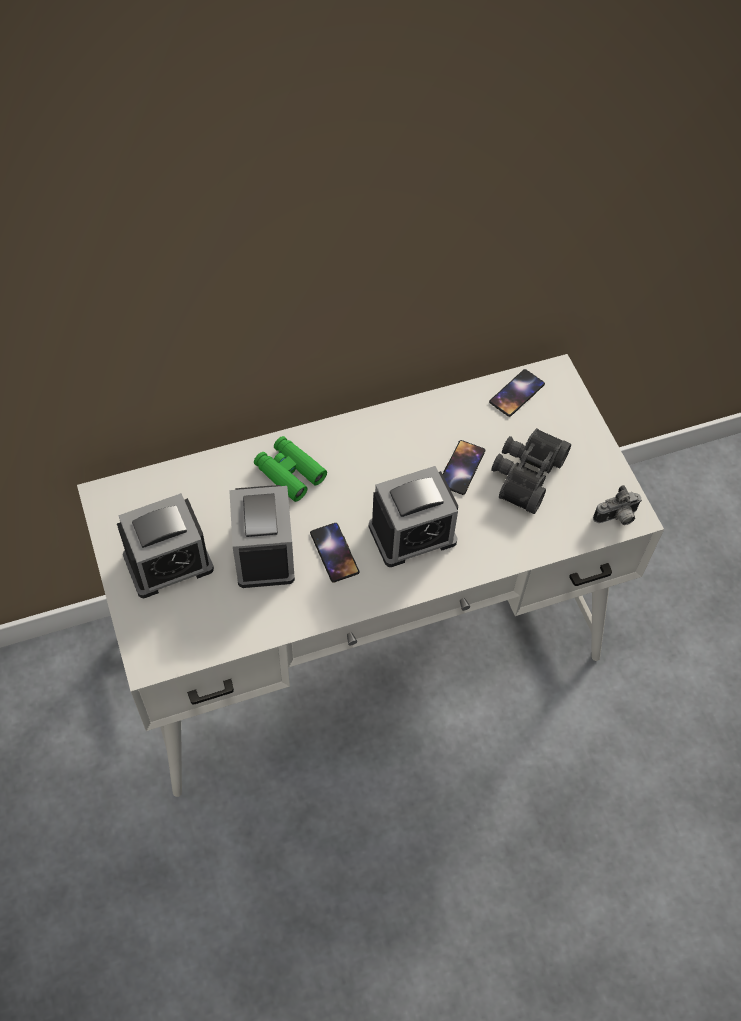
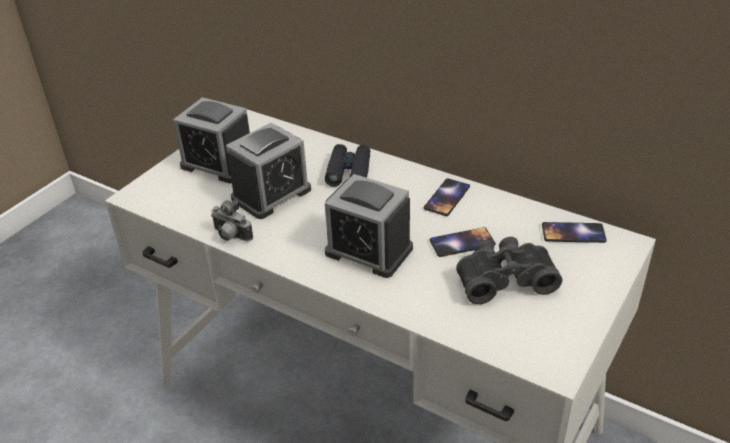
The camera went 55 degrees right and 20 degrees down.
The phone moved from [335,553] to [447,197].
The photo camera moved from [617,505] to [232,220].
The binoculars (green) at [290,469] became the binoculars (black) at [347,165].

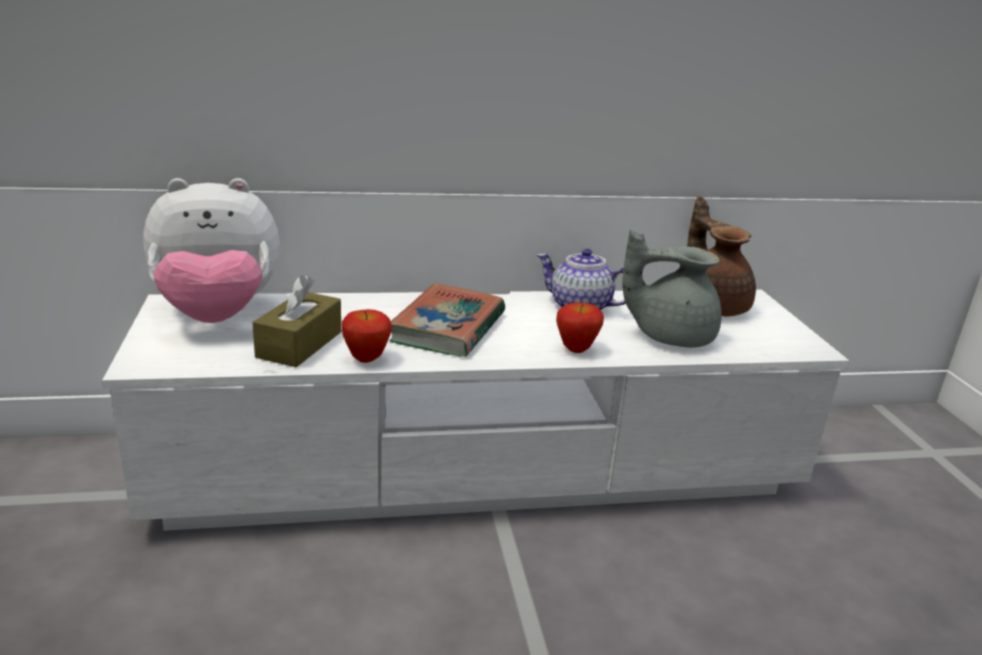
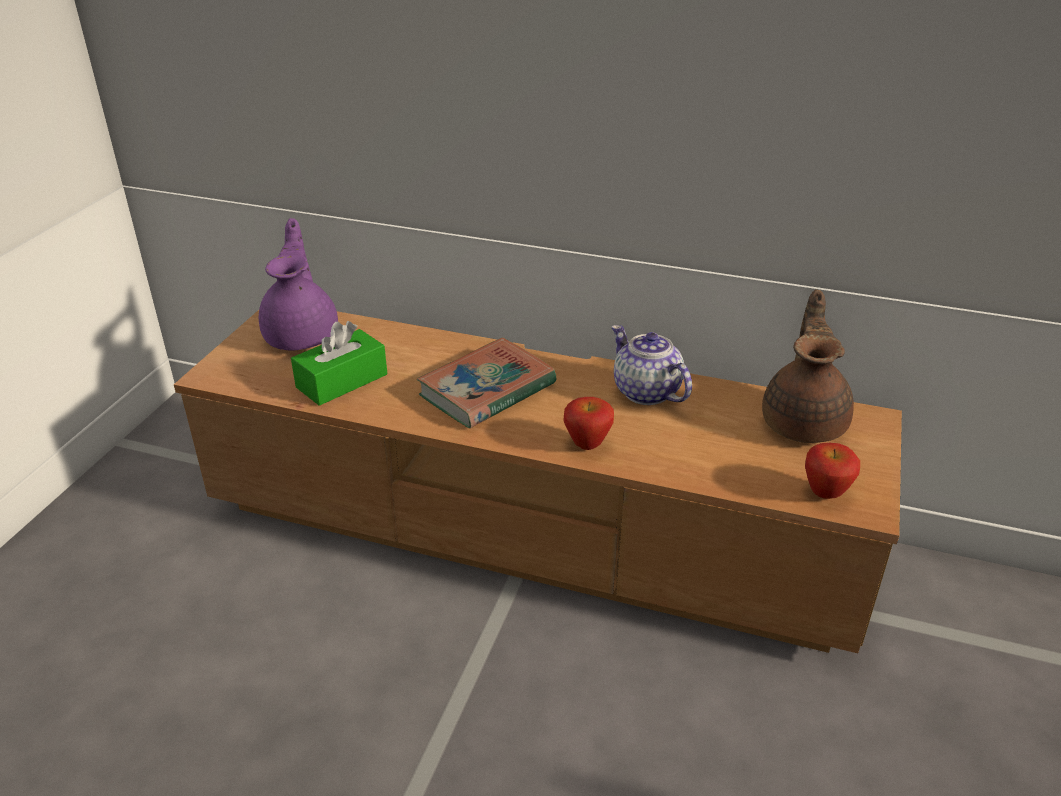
The camera went 30 degrees right and 10 degrees up.
The teapot (grey) at [672,288] disappeared.
The apple moved from [367,336] to [832,471].
The plush toy at [211,250] was replaced by the teapot (purple) at [298,284].
The tv stand (white) at [475,410] became the tv stand (brown) at [538,481].
The tissue box (brown) at [296,321] became the tissue box (green) at [339,363].

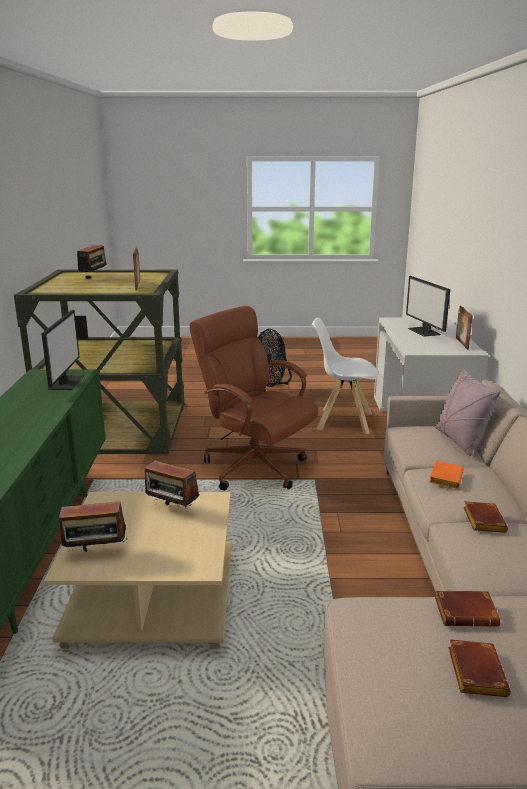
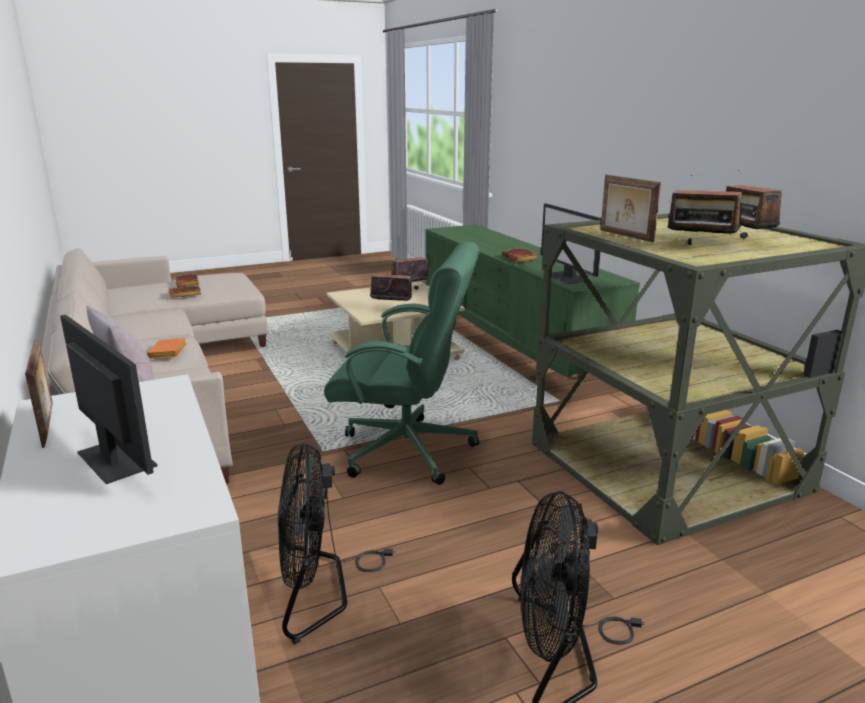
The camera went 155 degrees right and 0 degrees up.
The radio at [704,210] appeared.
The book (brown) moved from [485,517] to [520,255].
The chair (white) at [345,376] was replaced by the fan (black) at [337,544].
The office chair (brown) at [254,398] became the office chair (green) at [402,363].

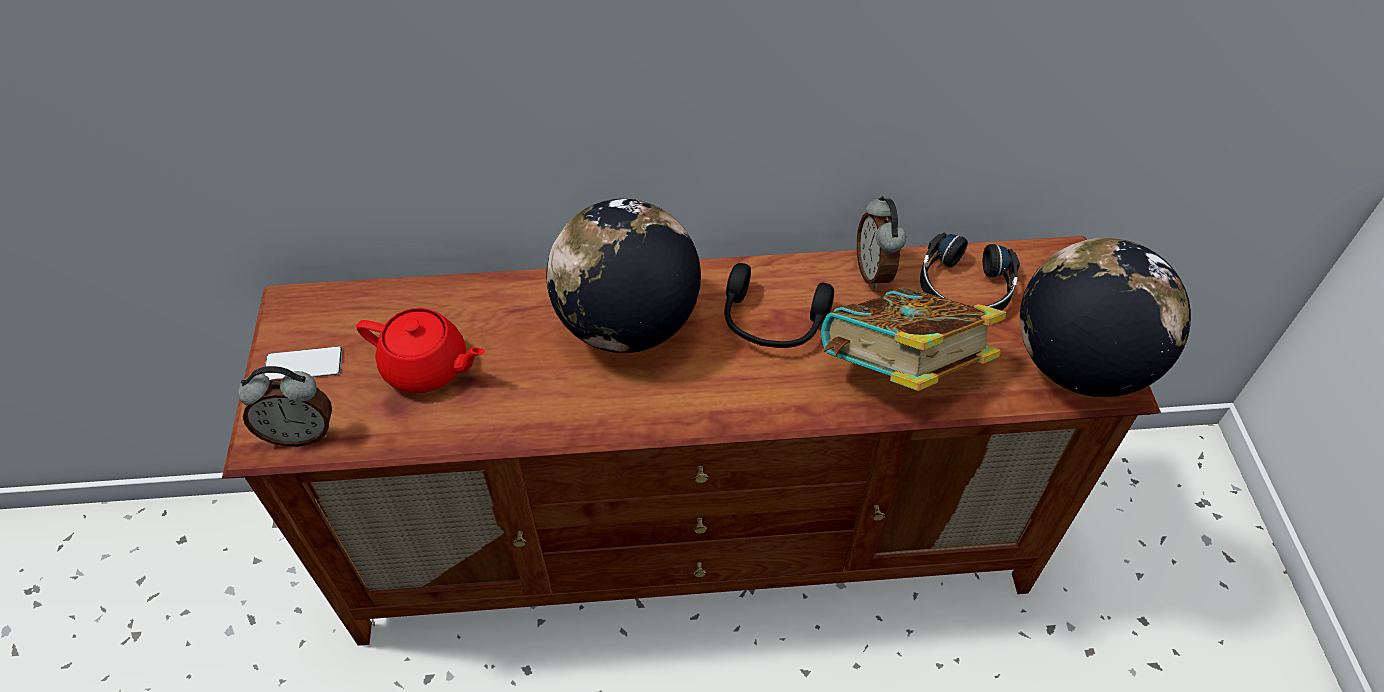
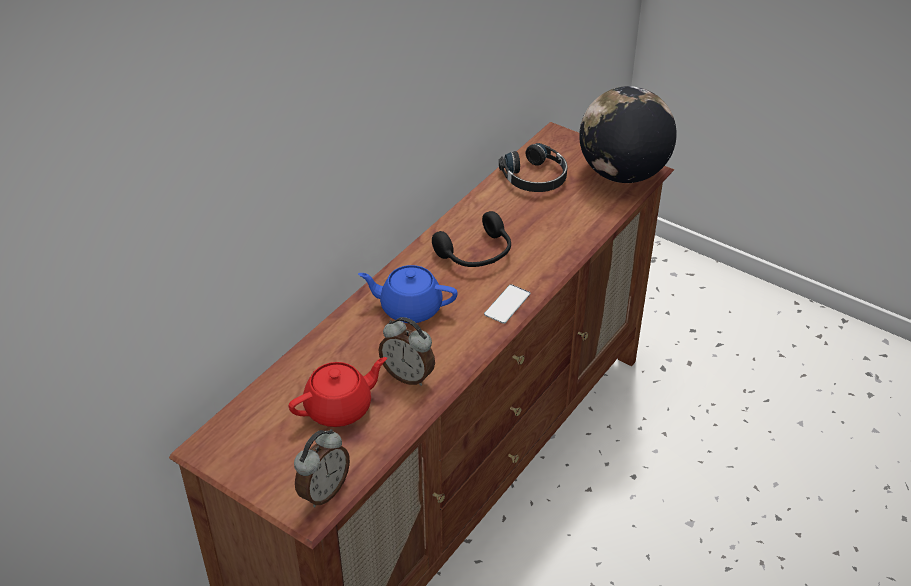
The camera went 50 degrees left and 10 degrees down.
The book at [913,339] disappeared.
The phone moved from [303,363] to [507,304].
The alarm clock moved from [881,242] to [407,351].
The globe at [623,276] was replaced by the teapot (blue) at [408,294].

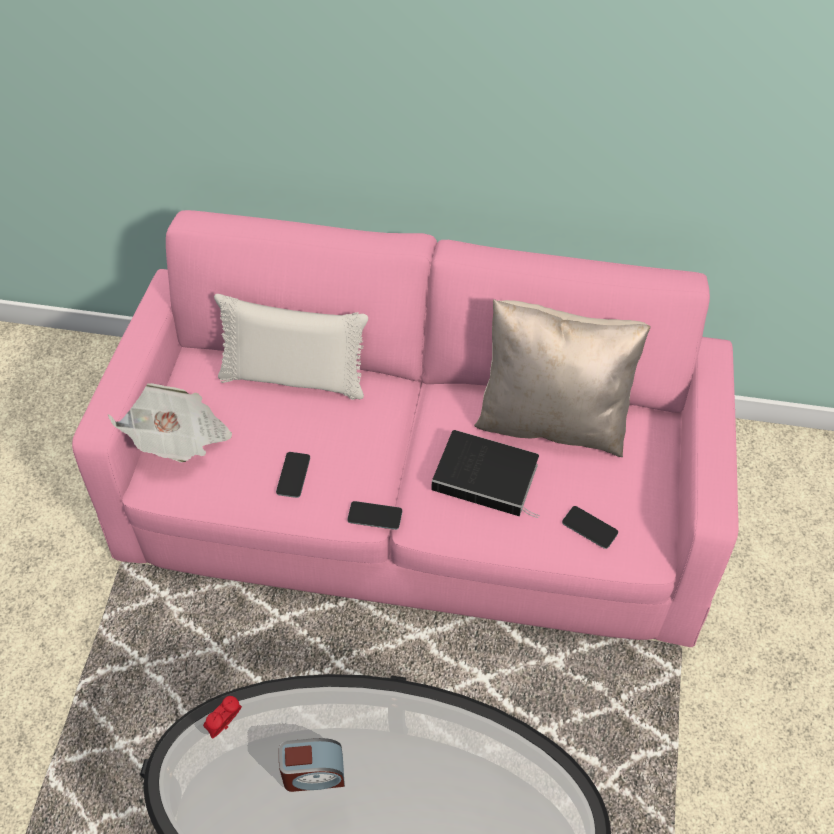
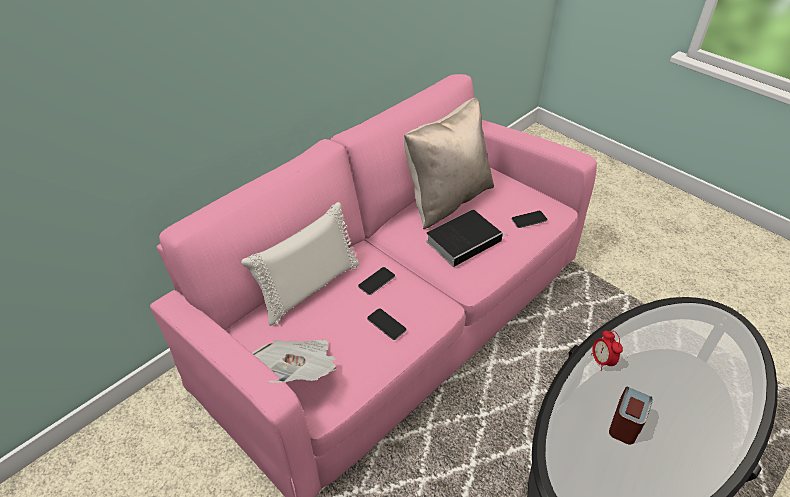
The camera went 55 degrees left and 10 degrees down.
The alarm clock moved from [222,717] to [607,351].
The phone moved from [374,515] to [376,281].

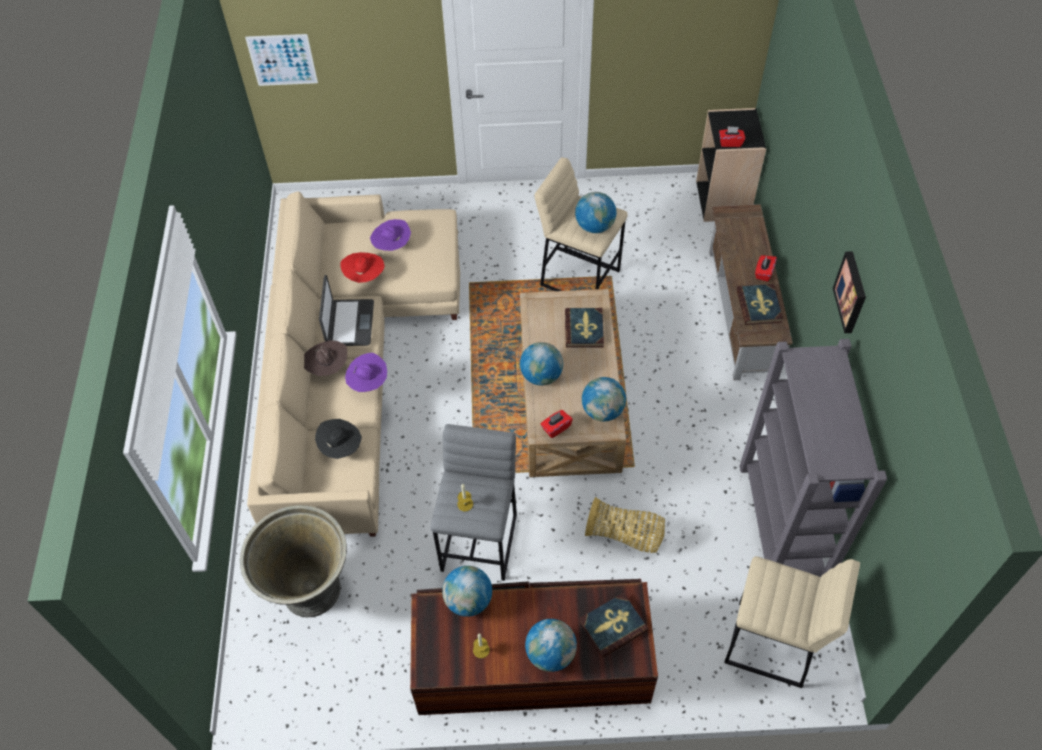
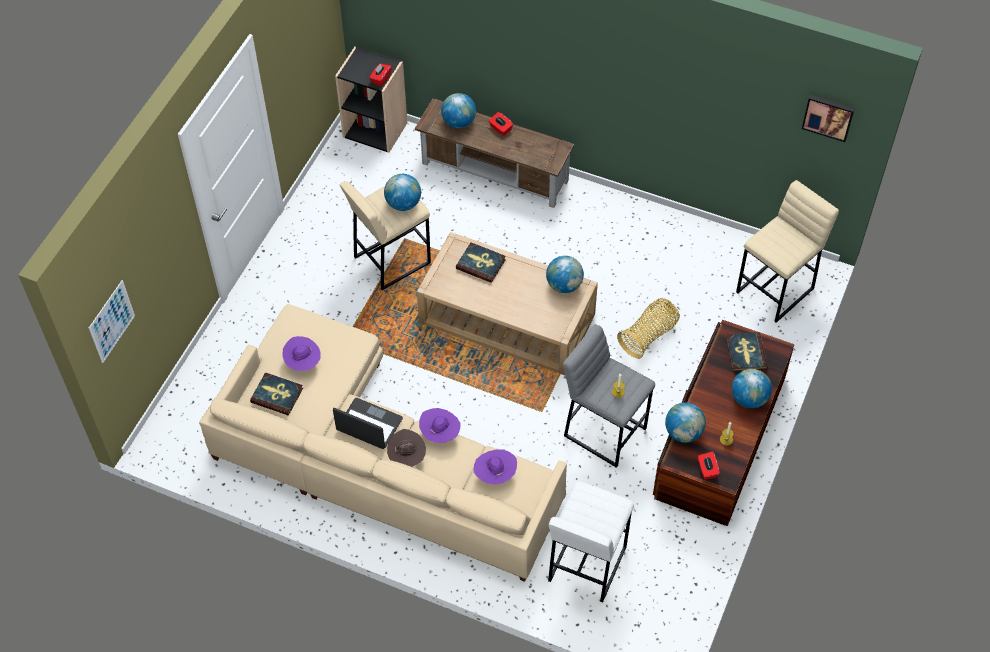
The camera went 65 degrees left and 0 degrees up.
The hat (red) at [362,267] disappeared.
The bookcase (grey) at [813,458] disappeared.
The globe moved from [541,364] to [458,110].
The tissue box (red) moved from [557,424] to [709,465].
The book moved from [760,304] to [276,393].
The picture moved from [849,292] to [828,118].
The planter (grey) at [293,561] was replaced by the stool (white) at [591,541].
The hat (black) at [338,439] became the hat (purple) at [495,466].

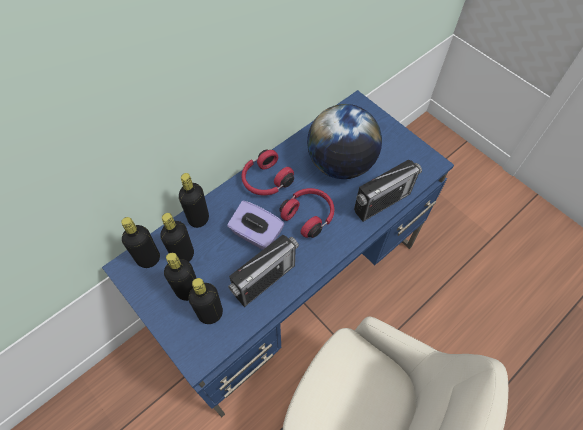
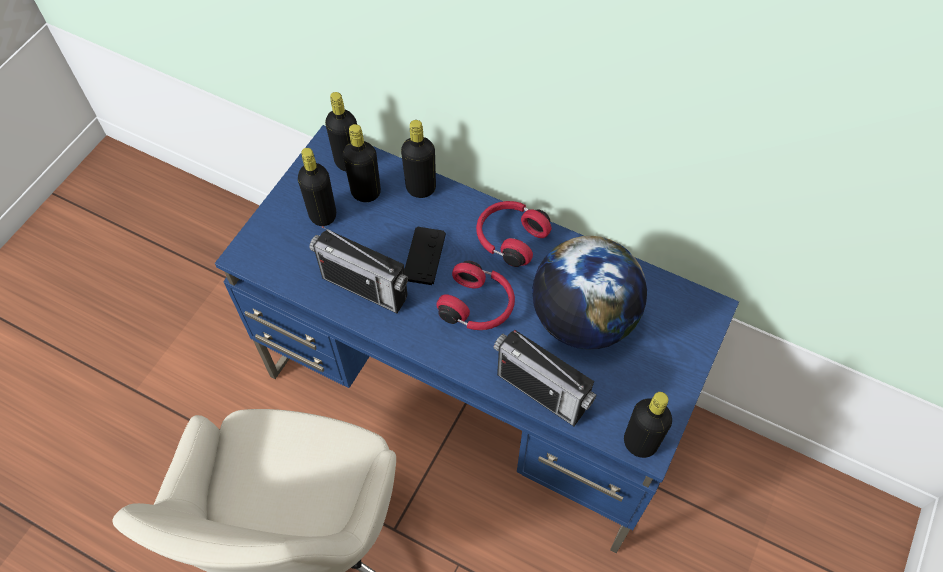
The camera went 70 degrees right and 0 degrees up.
The bottle (black) moved from [205,301] to [648,425].
The tissue box (purple) at [255,225] was replaced by the game controller (black) at [425,256].

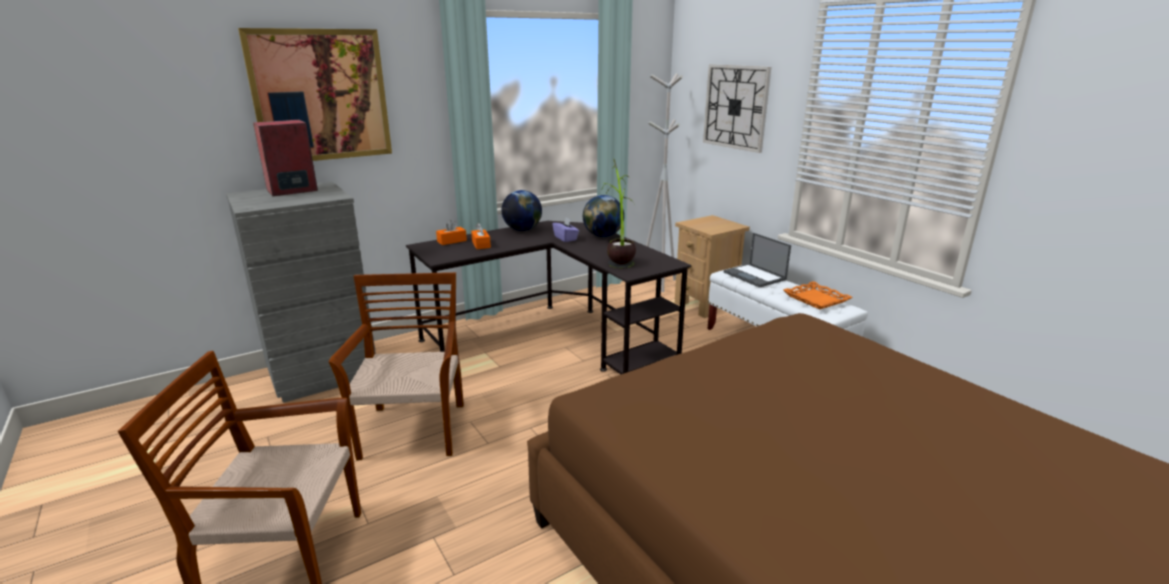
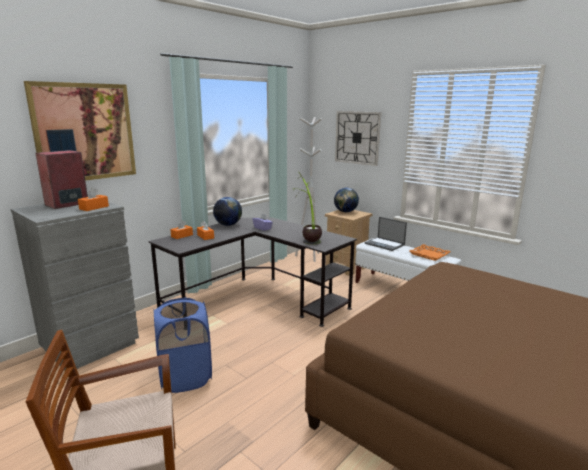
The camera went 15 degrees left and 5 degrees down.
The tissue box (orange) at [93,199] appeared.
The globe moved from [603,216] to [346,200].
The armchair (brown) at [396,366] was replaced by the laundry basket (blue) at [182,345].

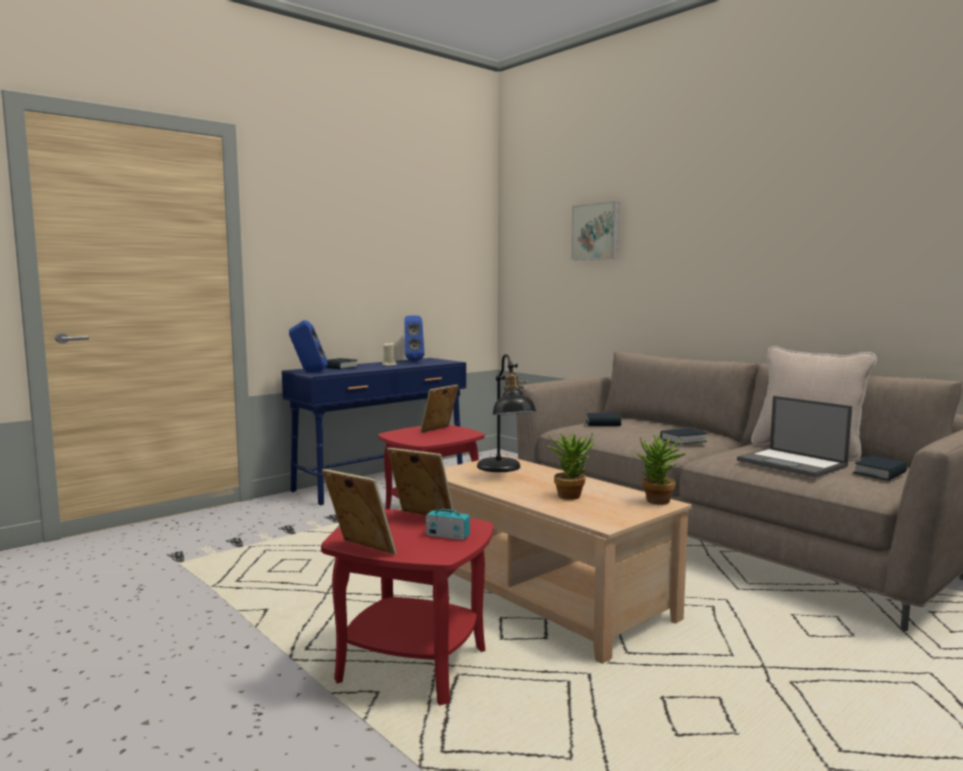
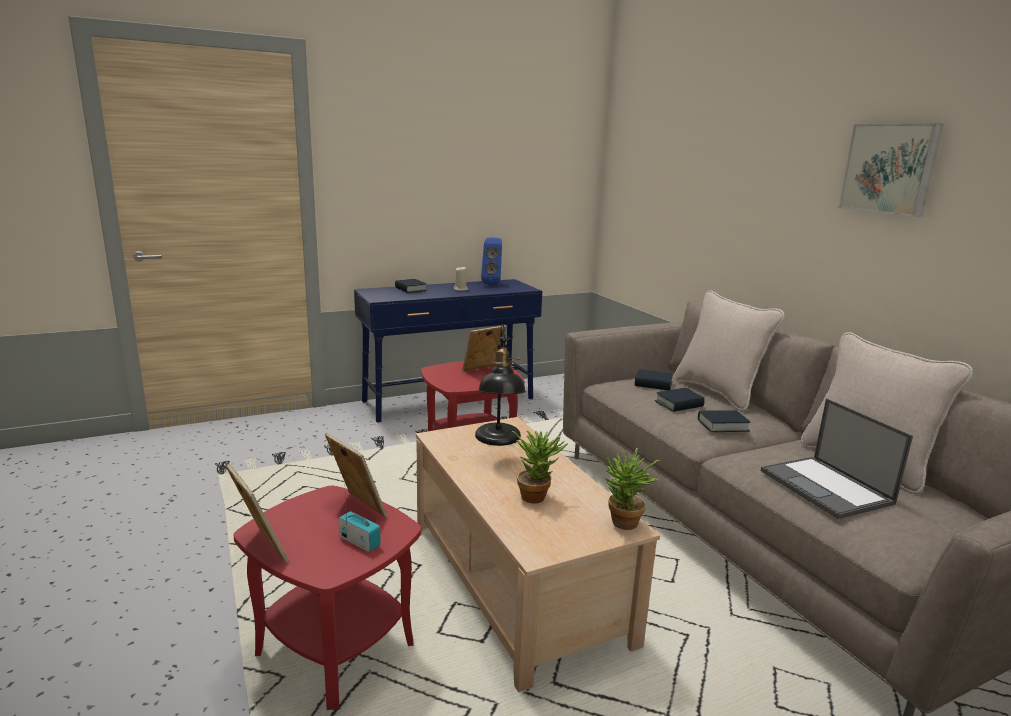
The camera went 15 degrees right and 10 degrees up.
The speaker (blue) at [308,346] disappeared.
The pillow (beige) at [729,350] appeared.
The picture moved from [595,230] to [890,170].
The book moved from [880,468] to [680,400].

